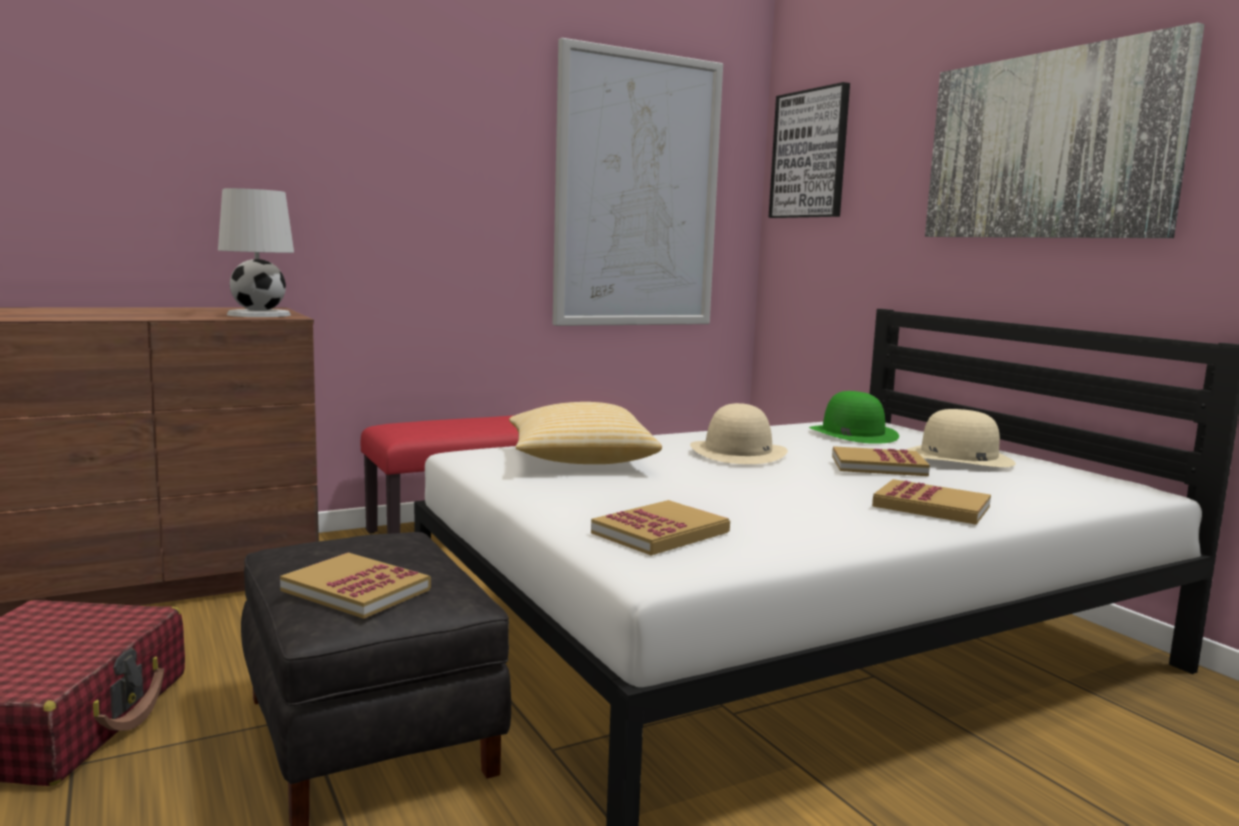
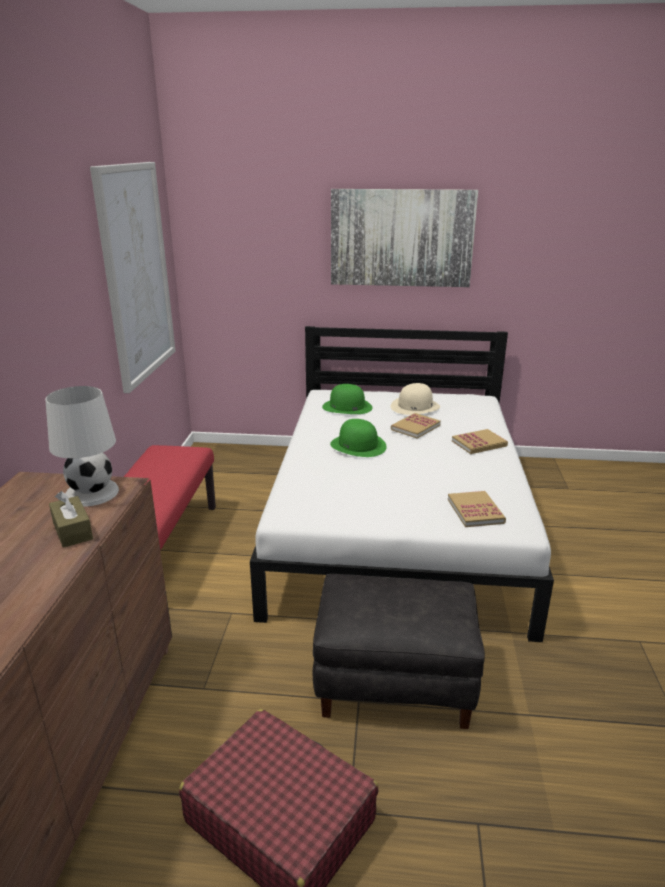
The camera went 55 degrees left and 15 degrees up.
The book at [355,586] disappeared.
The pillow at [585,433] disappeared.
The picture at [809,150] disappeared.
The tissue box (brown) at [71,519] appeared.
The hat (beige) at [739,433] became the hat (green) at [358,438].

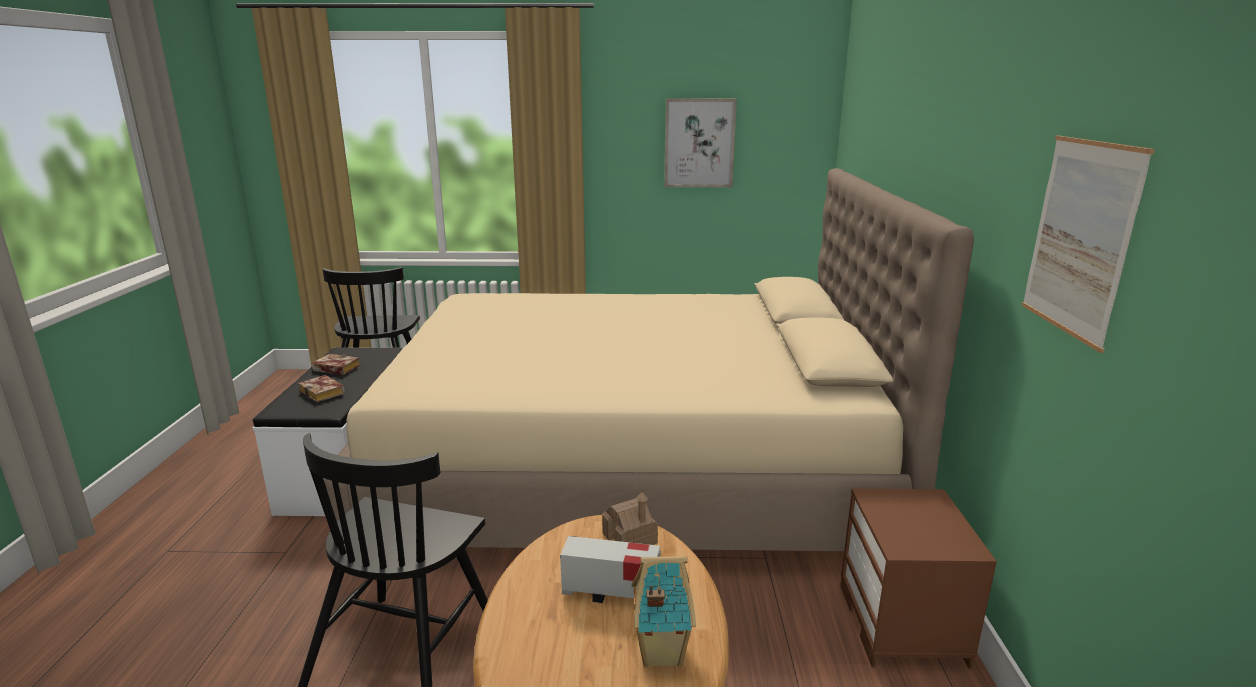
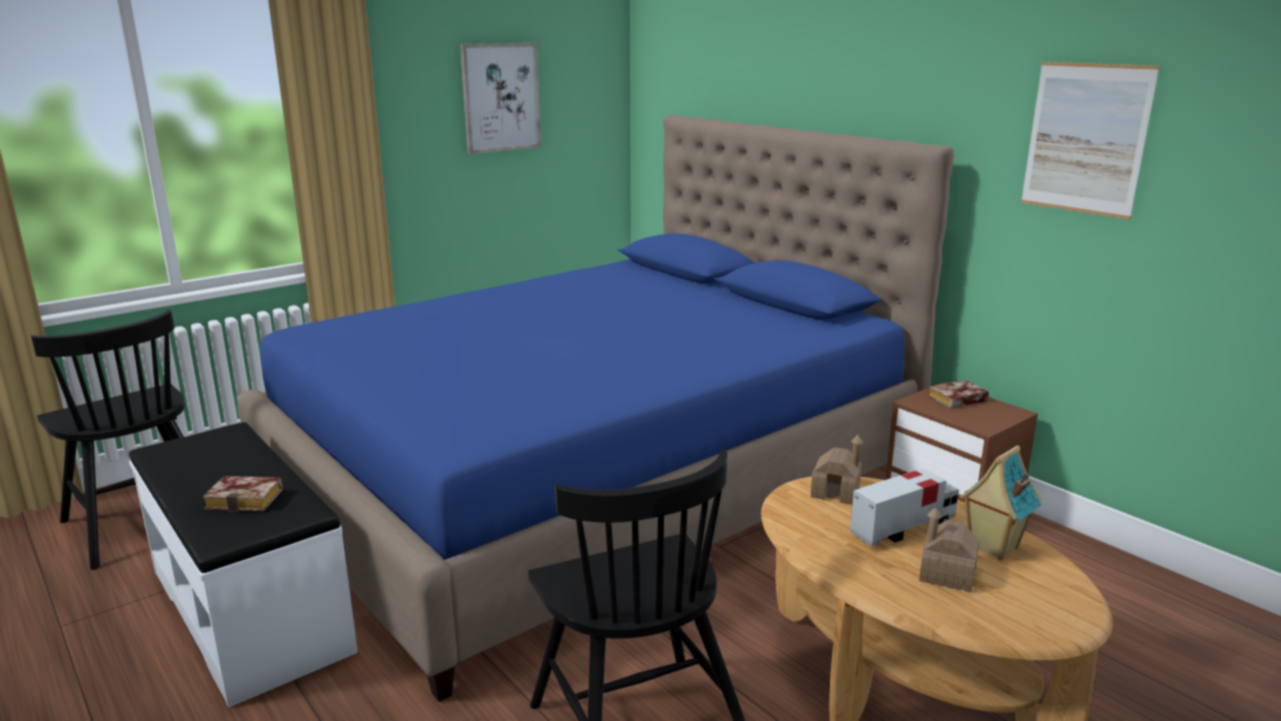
The camera went 40 degrees left and 0 degrees up.
The toy house at [949,549] appeared.
The book moved from [336,364] to [958,394].
The bed (beige) at [649,359] became the bed (blue) at [596,408].

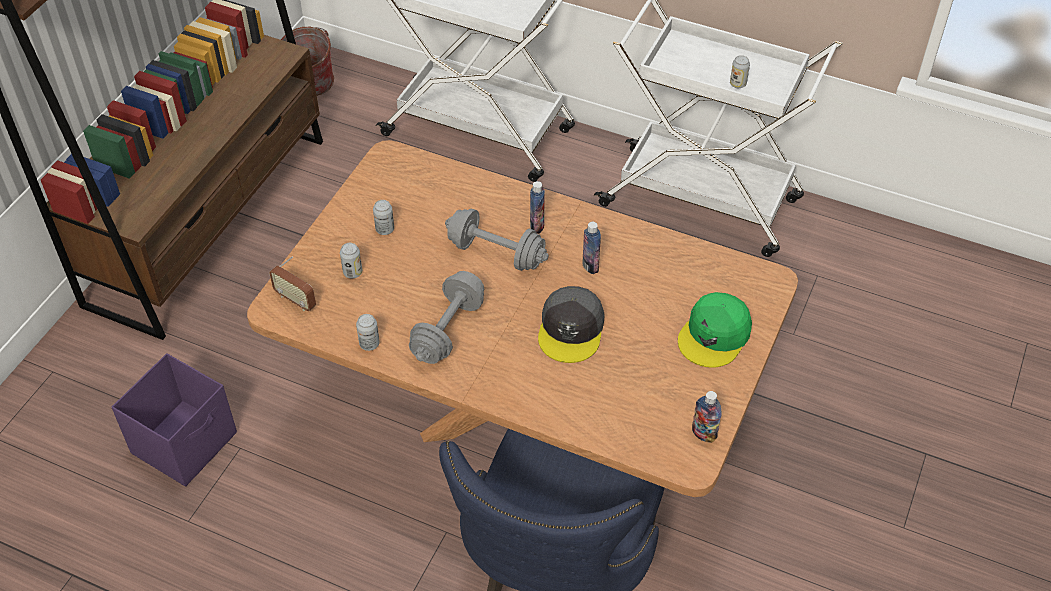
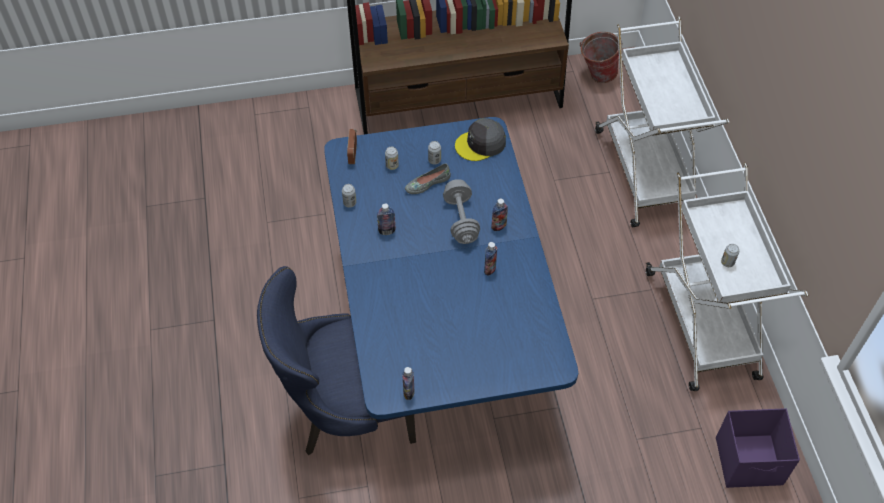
The camera went 55 degrees right and 5 degrees up.
The cap (green) at [715,330] disappeared.
The shoe (grey) at [428,178] appeared.
The storage box (purple) moved from [174,420] to [758,448].
The cap (grey) moved from [571,324] to [480,139].
The dumbbell (grey) at [447,317] was replaced by the bottle at [386,219].
The dining table (brown) at [522,318] became the dining table (blue) at [451,268].

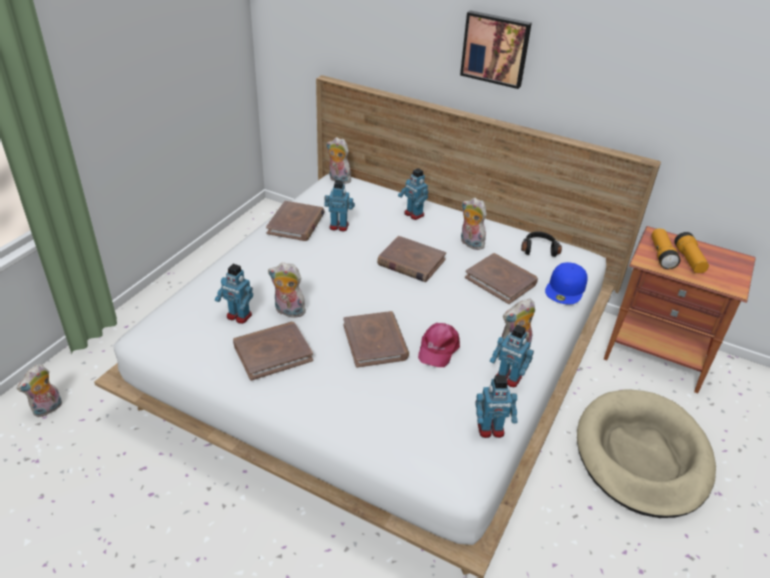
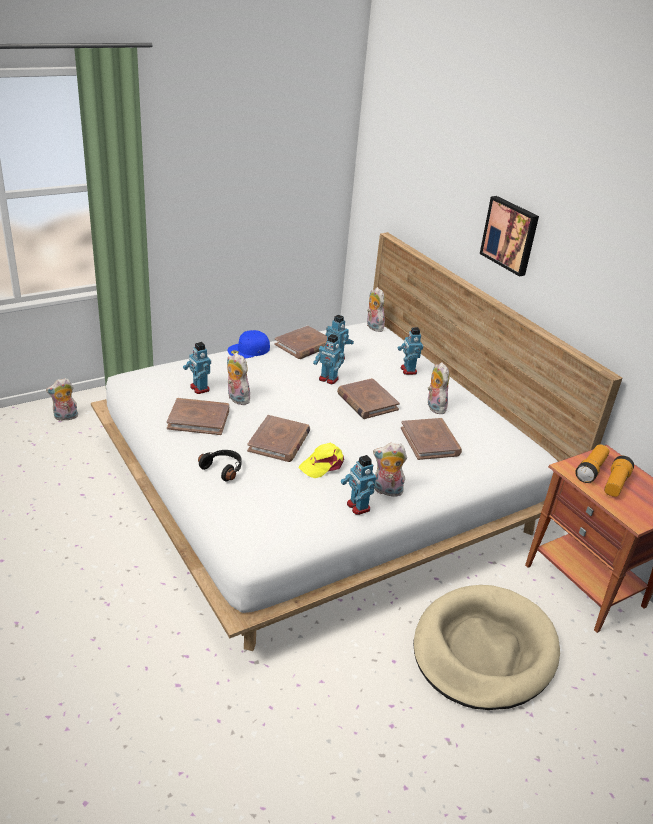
The camera went 30 degrees right and 5 degrees down.
The toy robot moved from [496,406] to [329,359].
The headphones (black) moved from [541,244] to [220,466].
The cap (blue) moved from [566,283] to [248,344].
The cap (pink) at [439,345] became the cap (yellow) at [321,460].

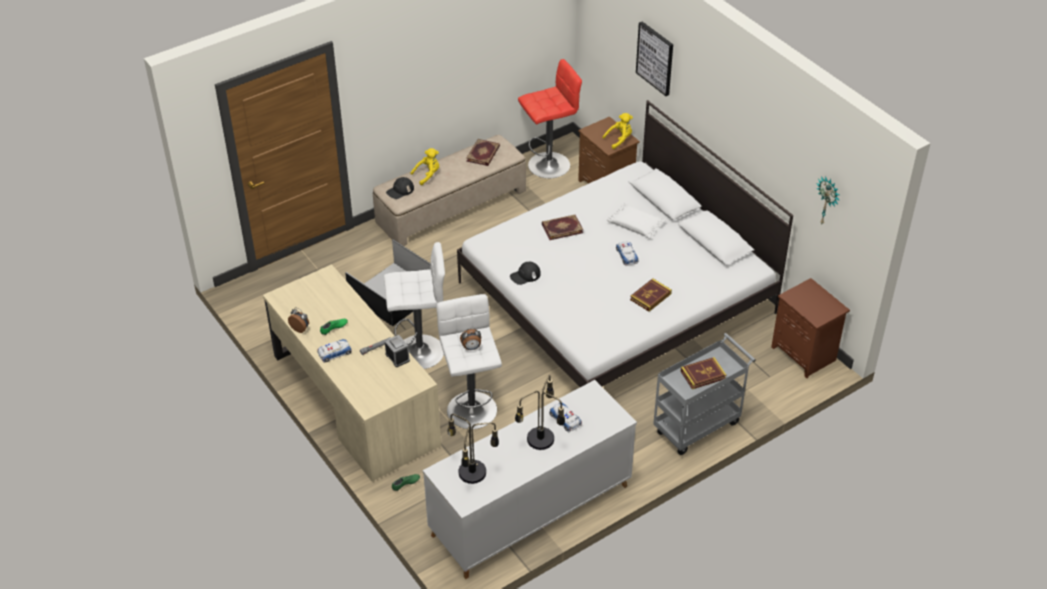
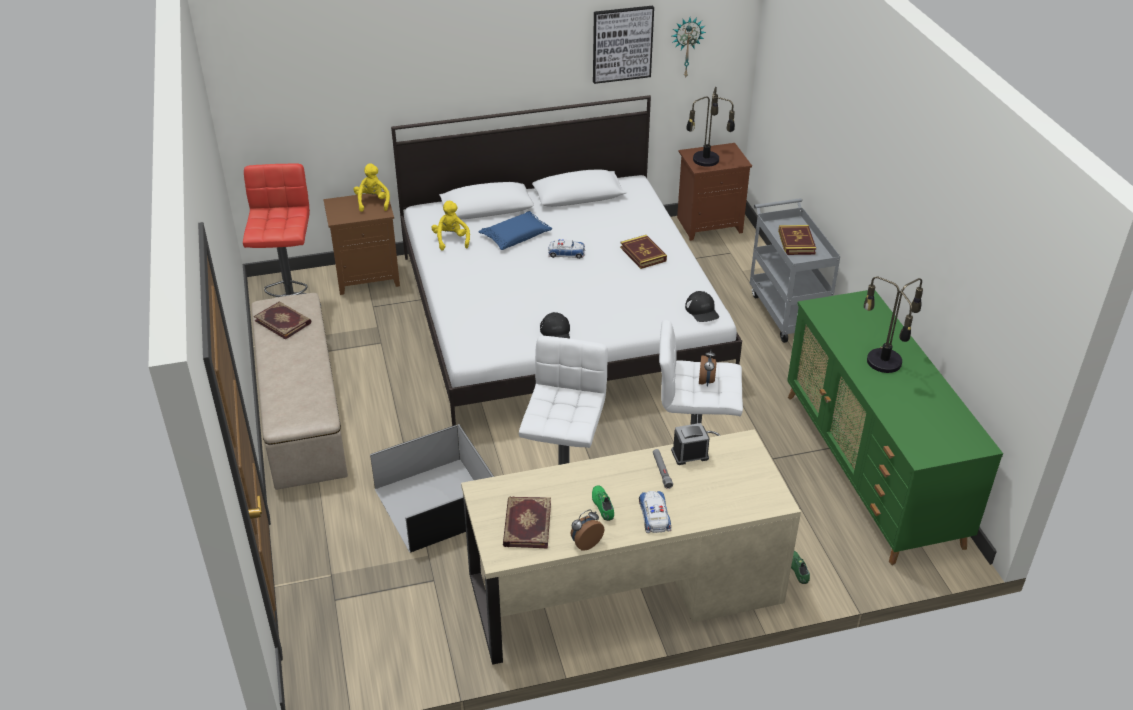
The camera went 70 degrees left and 5 degrees down.
The toy car at [565,417] disappeared.
The cap (black) moved from [400,188] to [702,306].
The plush toy (yellow) moved from [425,166] to [450,225].
The table lamp moved from [473,449] to [710,127].
The book moved from [562,227] to [527,522].
The picture moved from [654,59] to [623,44].
The dresser (white) at [530,479] became the dresser (green) at [895,427].
The pillow (white) at [636,220] became the pillow (blue) at [515,230].

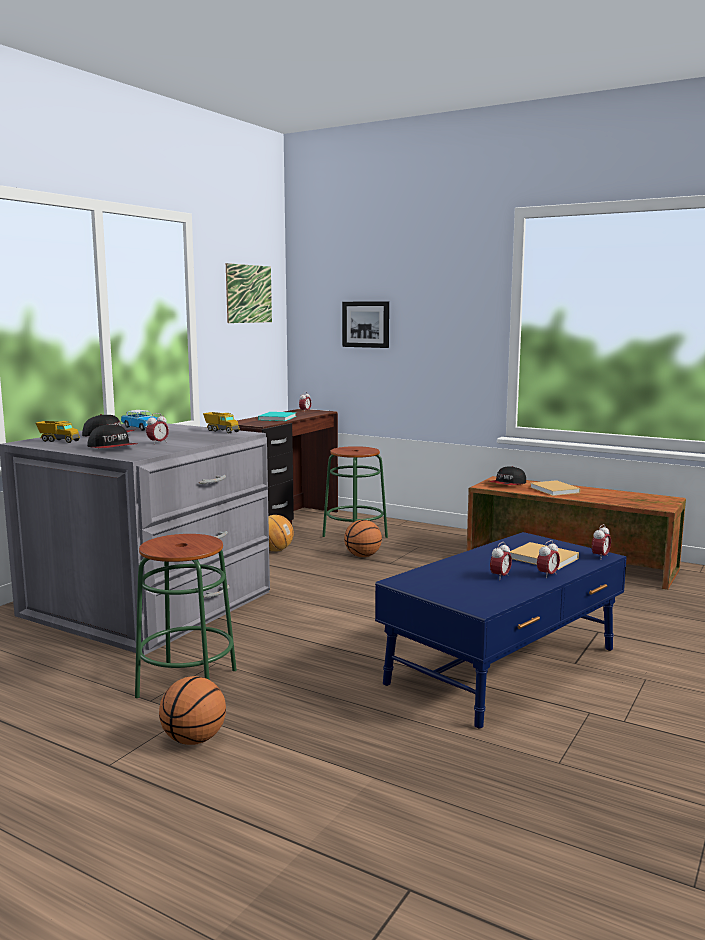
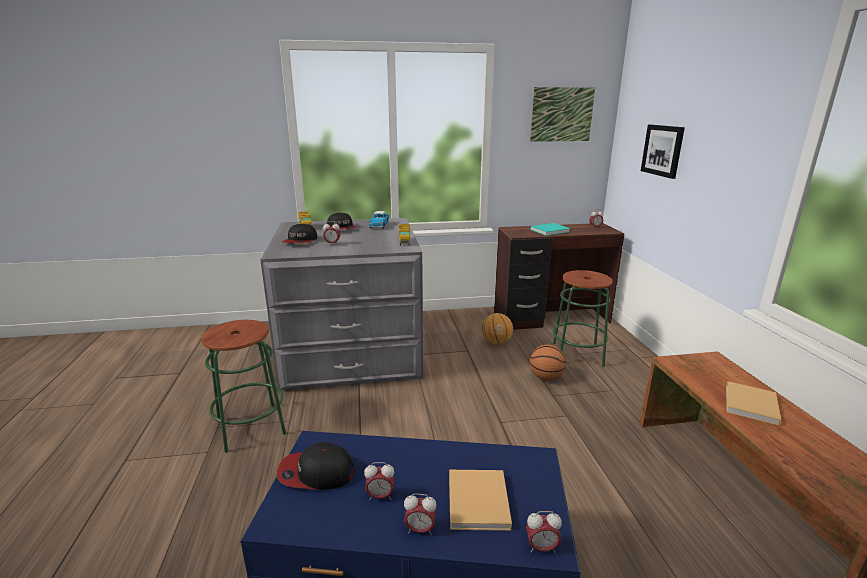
The camera went 50 degrees right and 10 degrees up.
The basketball at [192,710] disappeared.
The cap moved from [507,475] to [315,466].

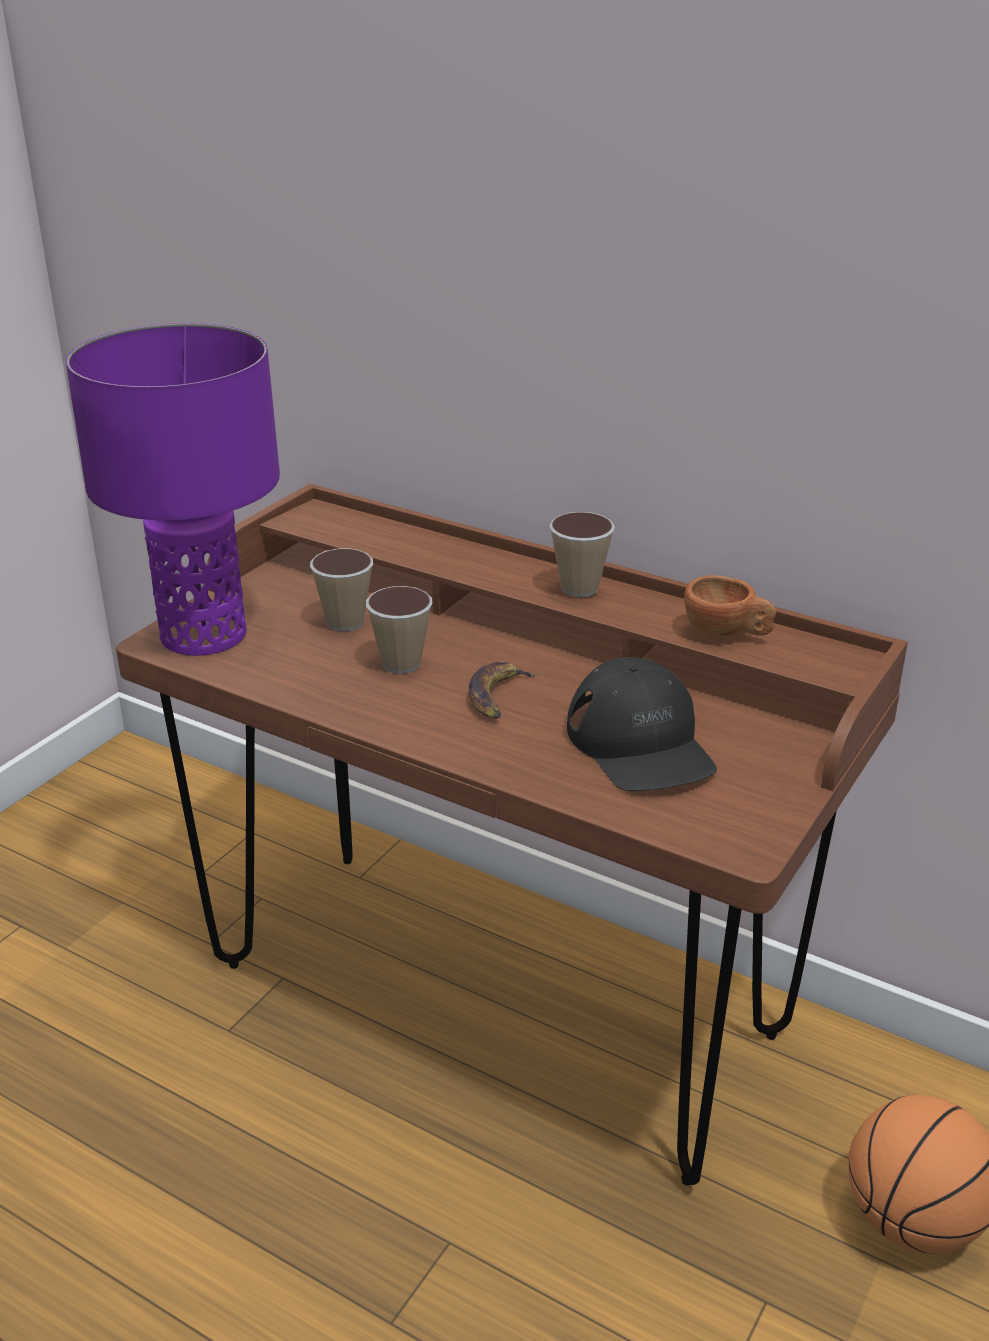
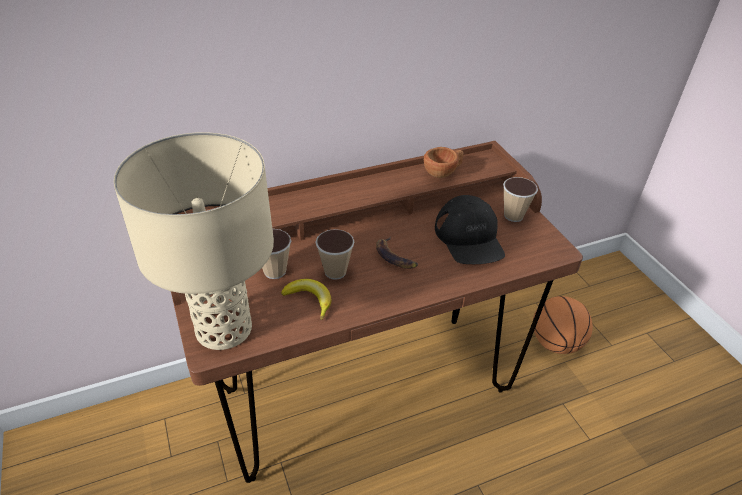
The camera went 55 degrees left and 10 degrees up.
The banana at [306,299] appeared.
The cup moved from [582,554] to [520,199].
The table lamp (purple) at [173,489] became the table lamp (beige) at [194,241].
The cap (black) at [642,724] turned 60 degrees clockwise.

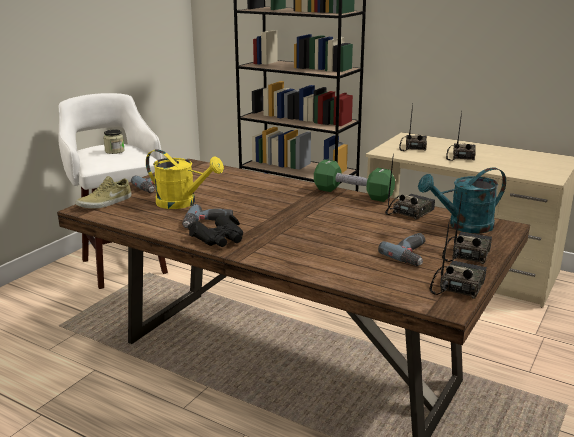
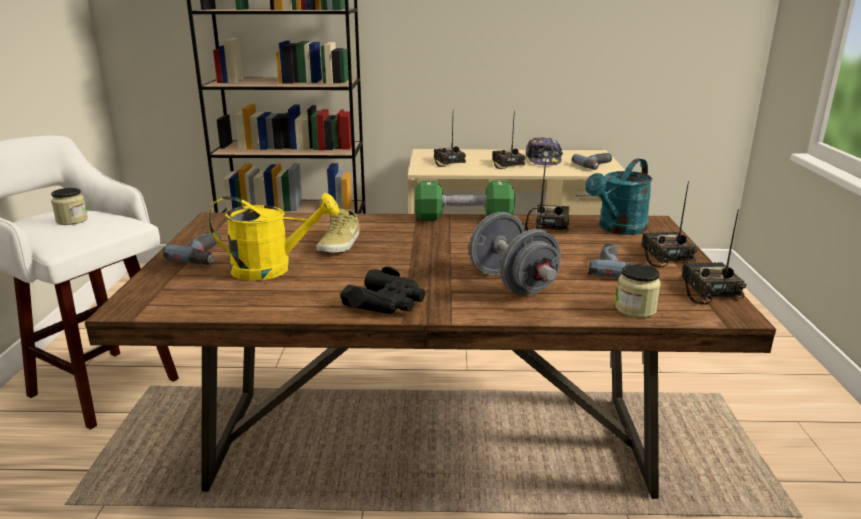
The camera went 30 degrees left and 0 degrees up.
The dumbbell (grey) at [515,254] appeared.
The cap at [544,151] appeared.
The jar at [638,291] appeared.
The shoe (beige) moved from [104,192] to [338,230].
The power drill moved from [207,216] to [592,161].

